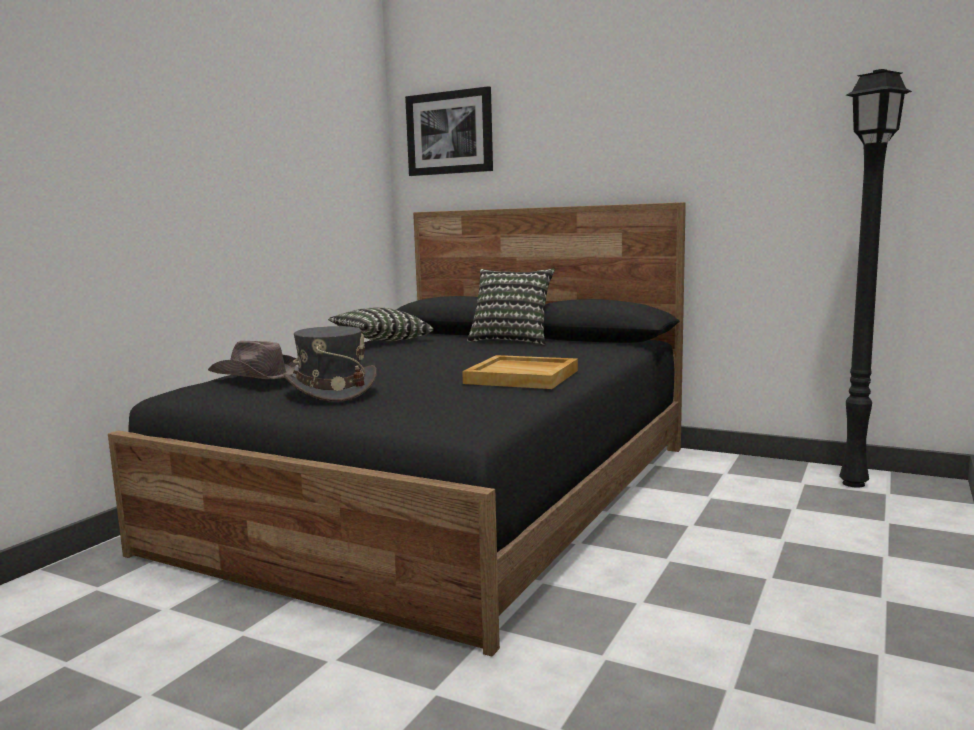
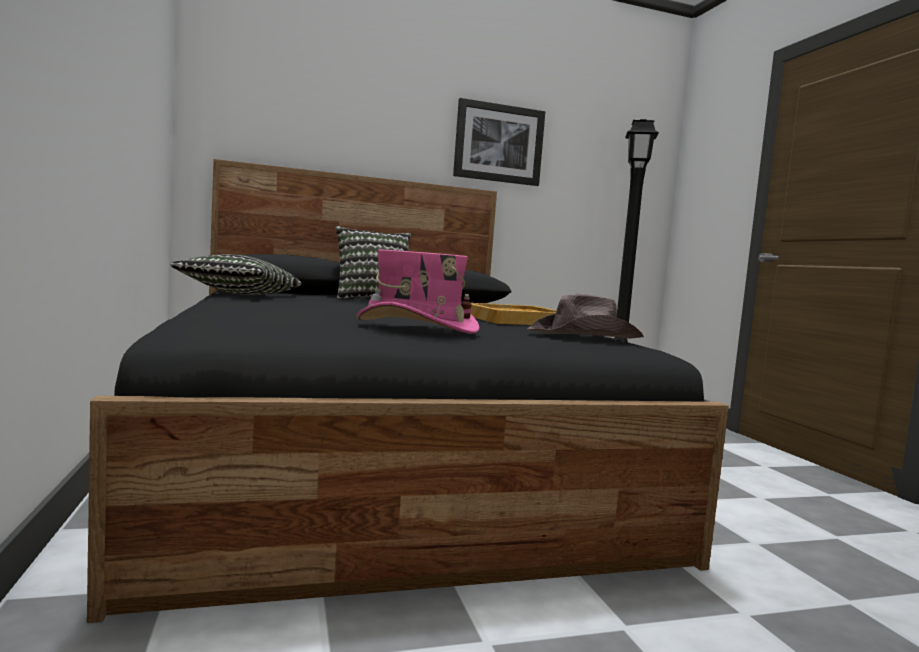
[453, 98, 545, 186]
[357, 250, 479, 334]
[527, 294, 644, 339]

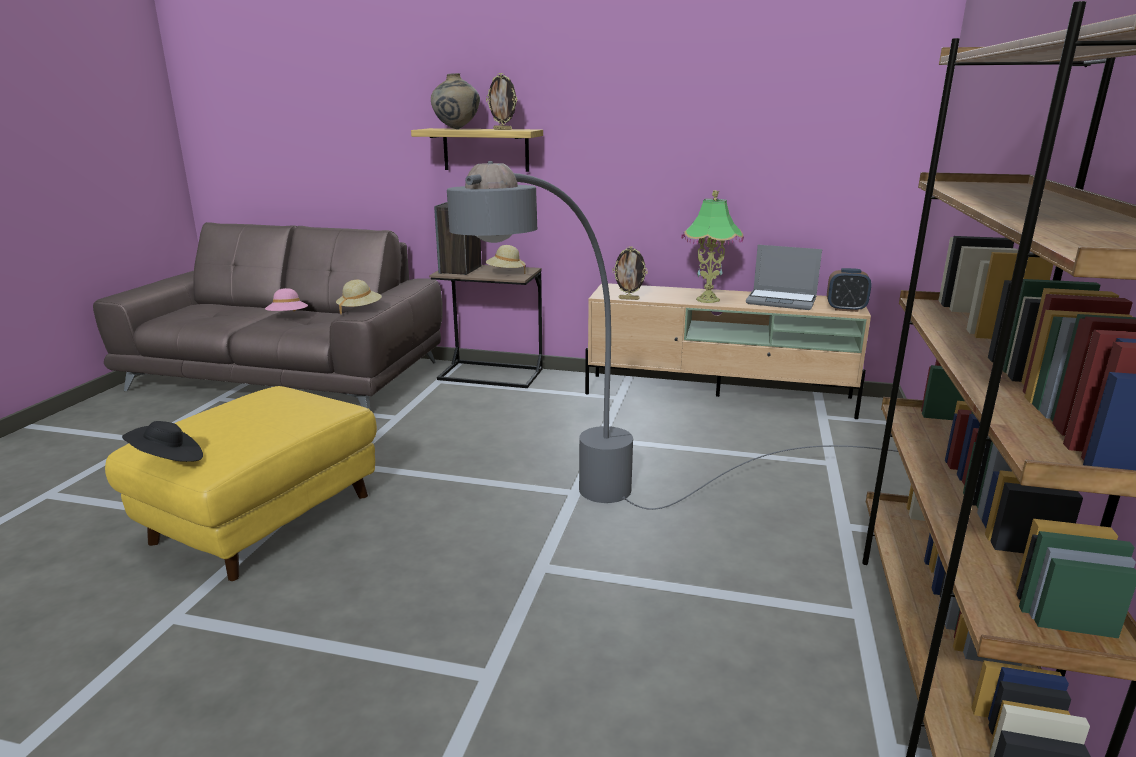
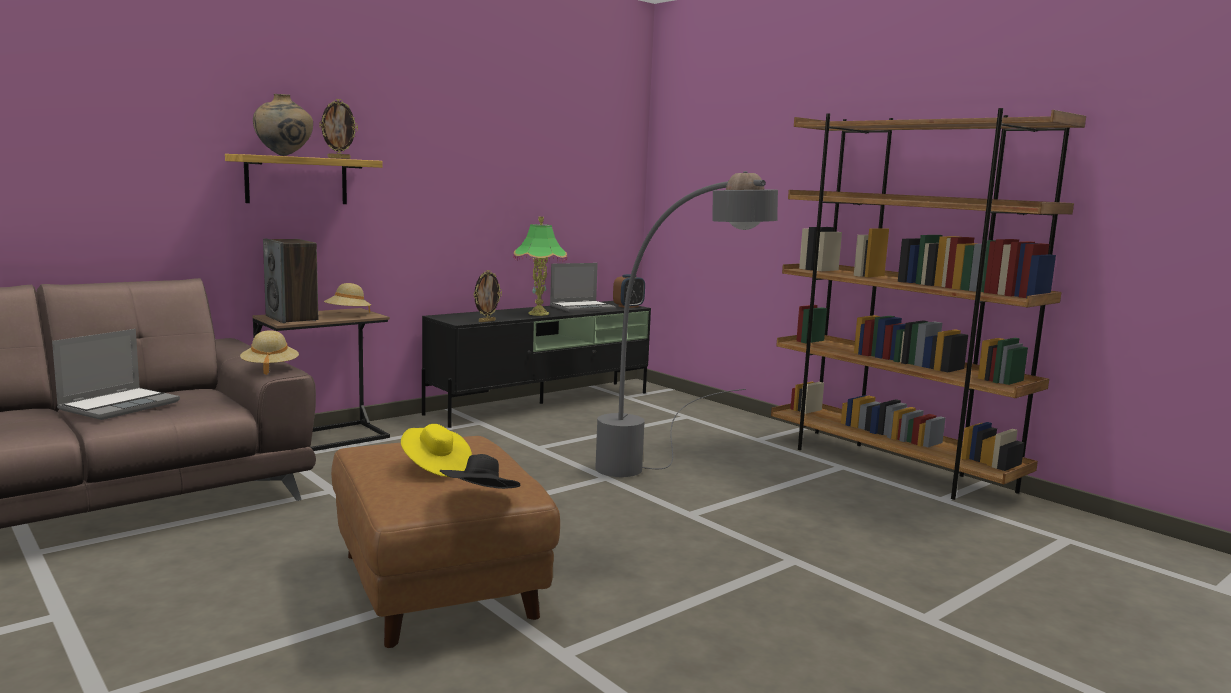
[422, 301, 651, 428]
[52, 329, 180, 420]
[331, 436, 560, 648]
[401, 424, 472, 477]

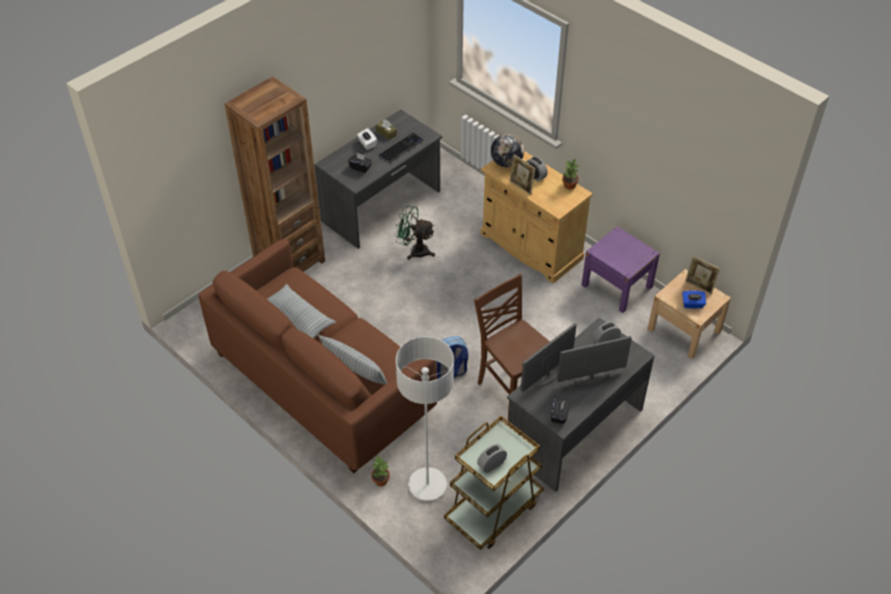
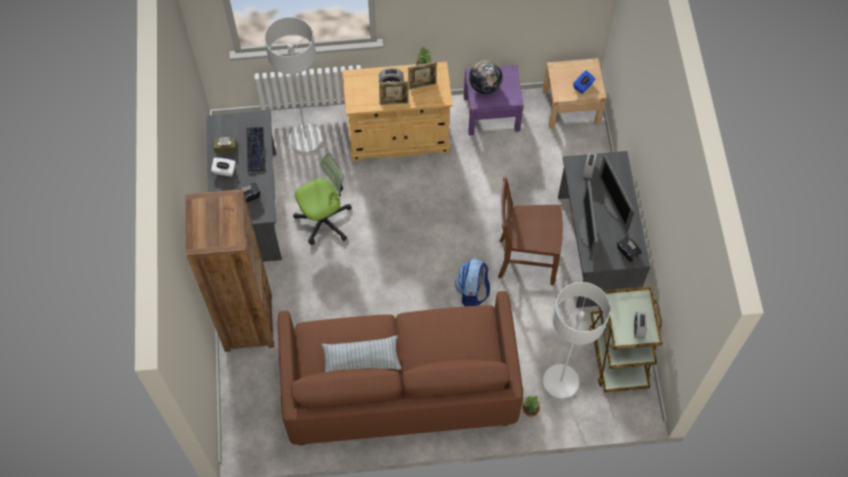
[469, 61, 503, 94]
[293, 154, 352, 245]
[408, 61, 437, 90]
[318, 335, 388, 385] (first image)
[598, 155, 635, 232]
[264, 17, 322, 152]

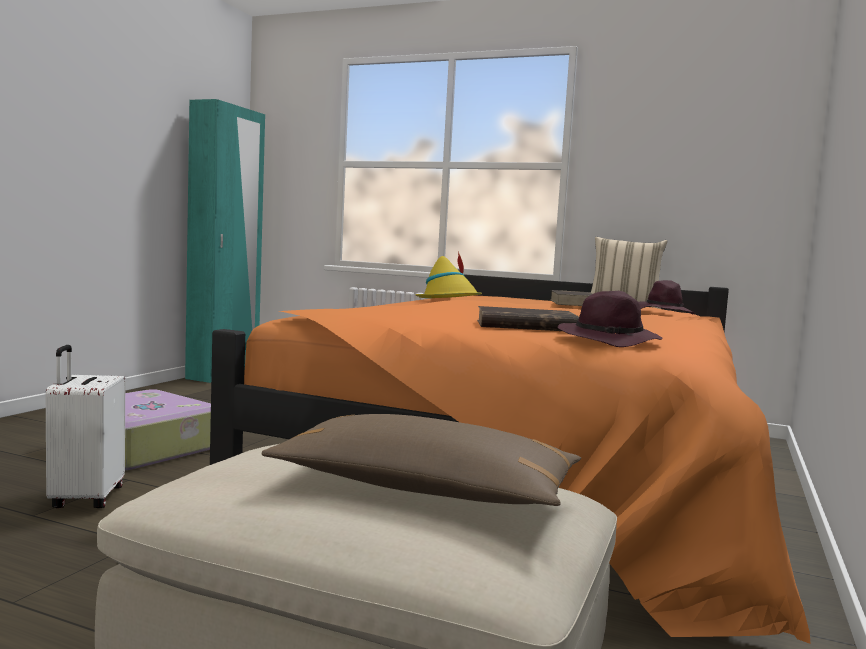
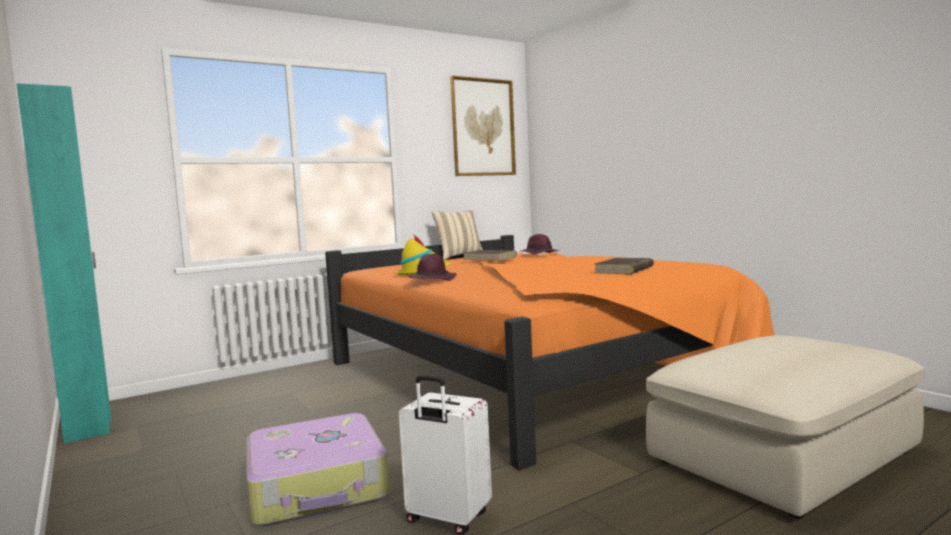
[407, 253, 457, 281]
[262, 414, 581, 506] (first image)
[450, 76, 516, 176]

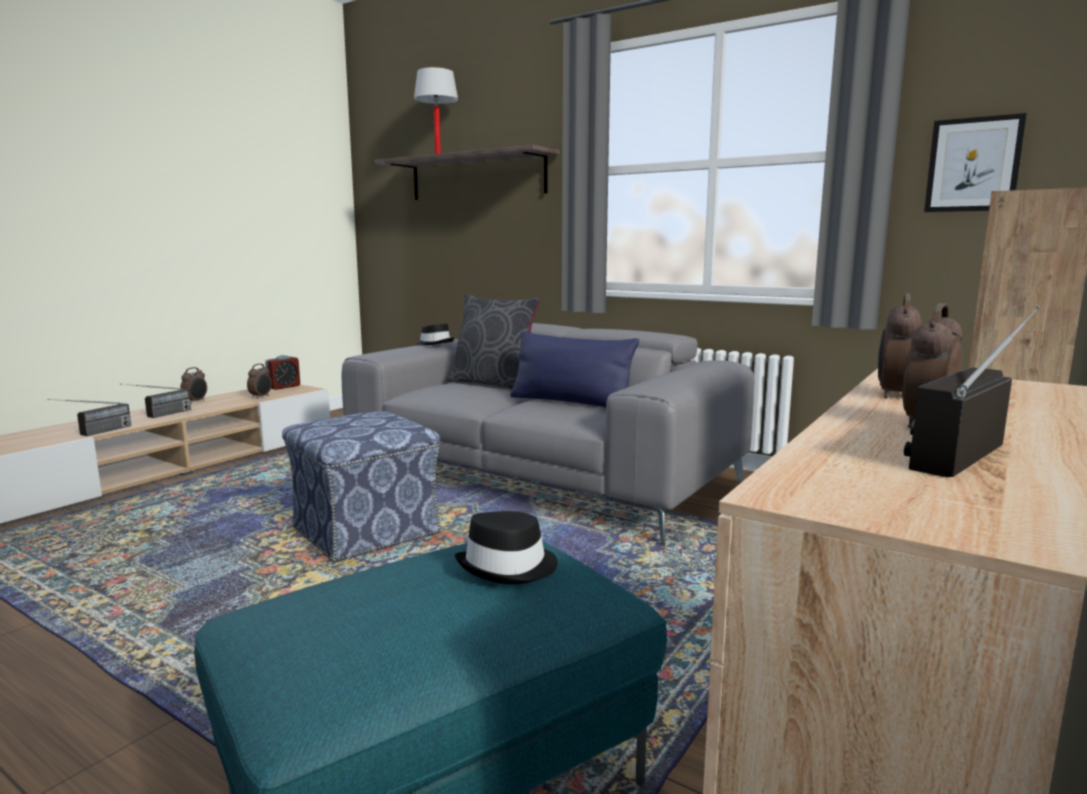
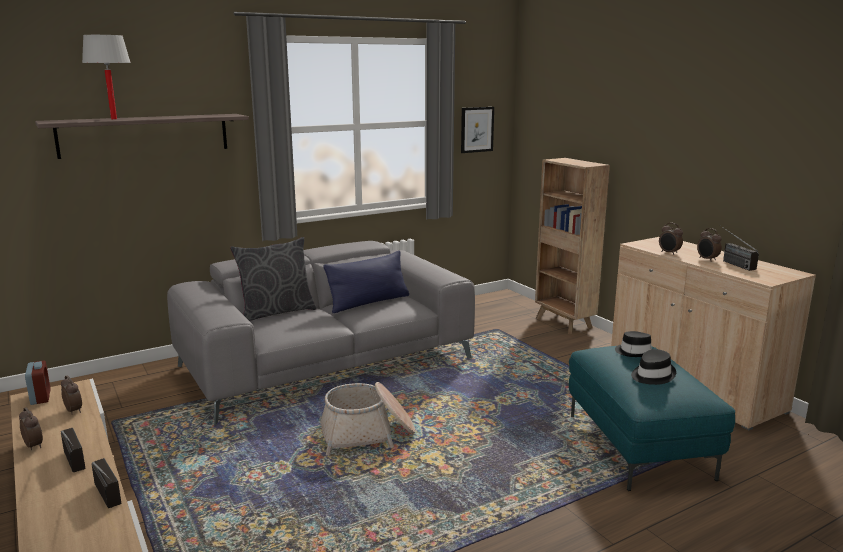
[631, 349, 676, 385]
[320, 382, 416, 456]

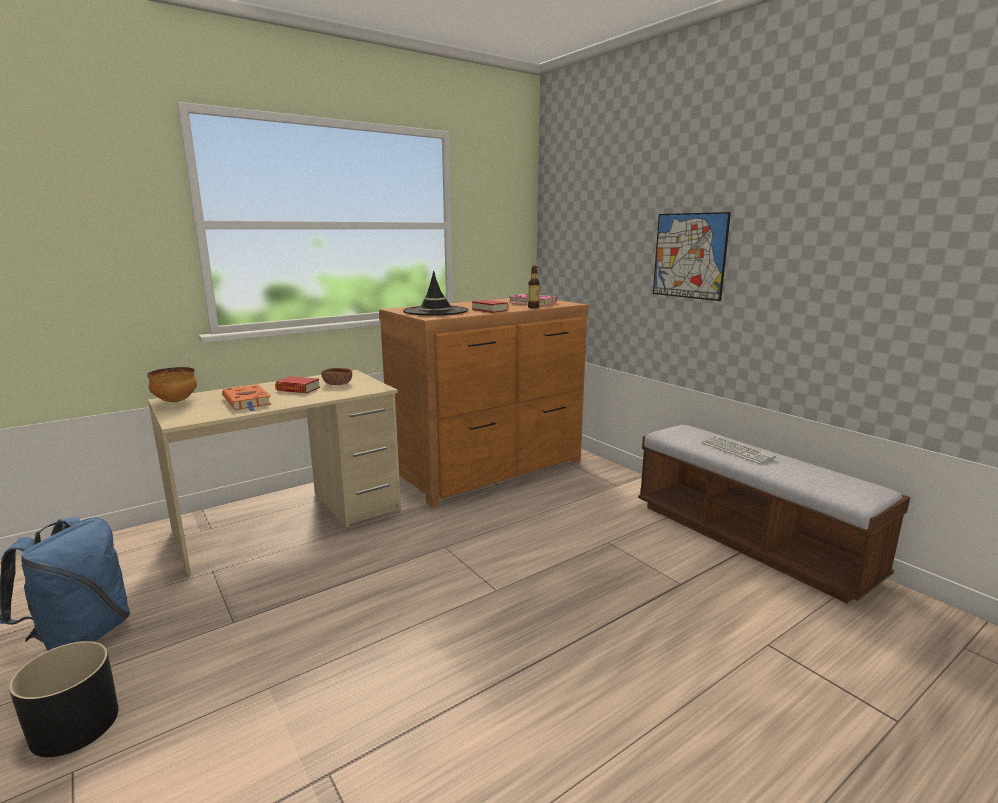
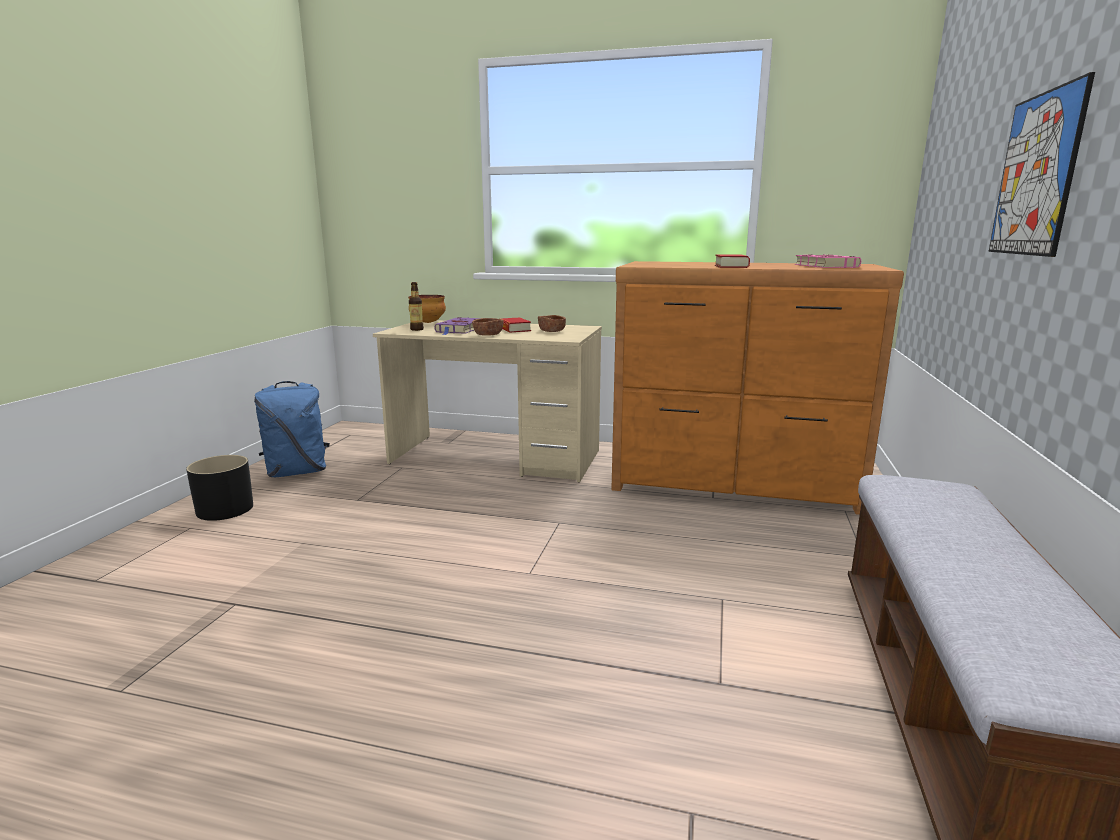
[409, 282, 424, 331]
[403, 271, 469, 316] (first image)
[434, 317, 480, 335]
[701, 435, 776, 464] (first image)
[472, 318, 504, 336]

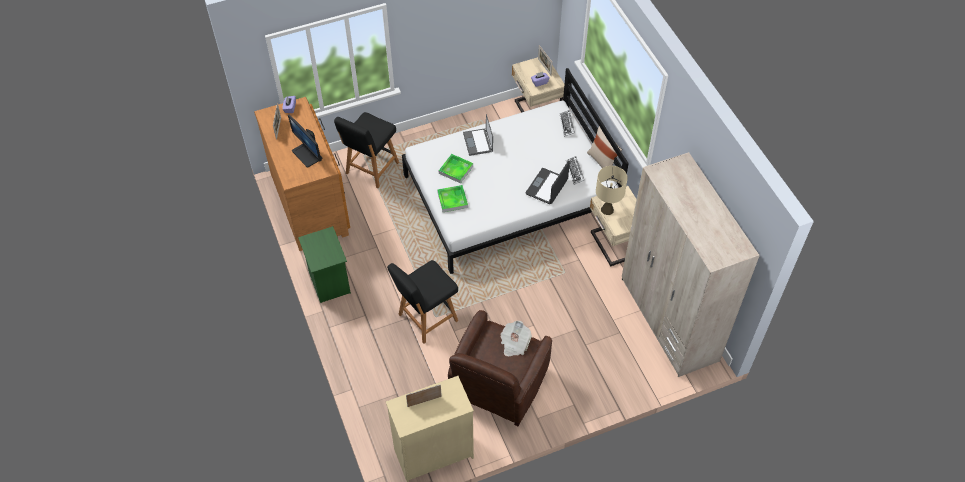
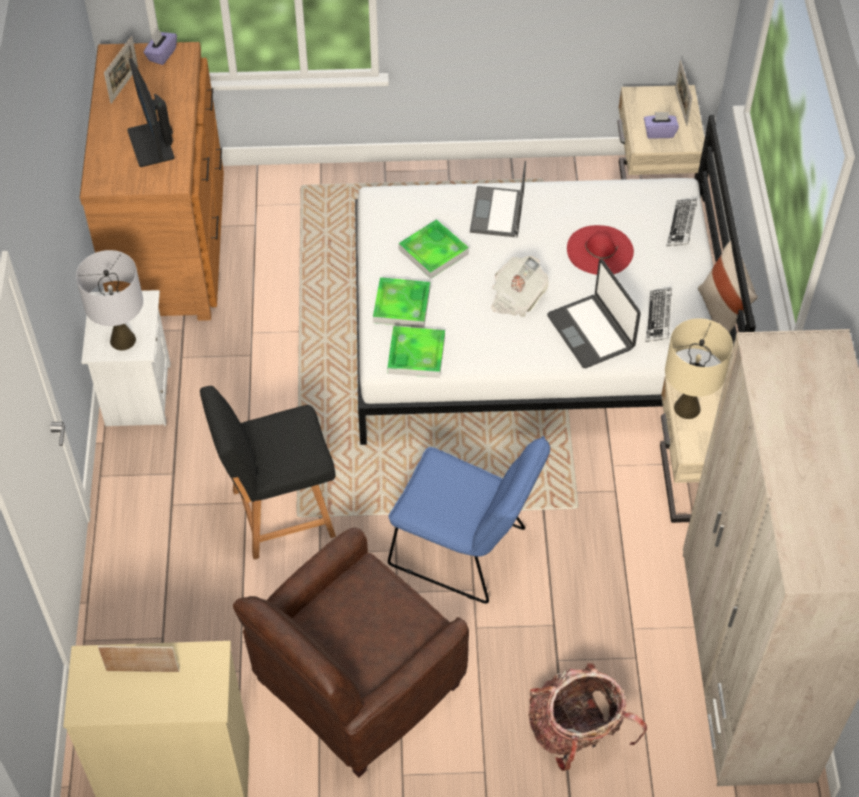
[334, 112, 399, 188] (first image)
[547, 259, 641, 368]
[81, 290, 170, 426]
[491, 256, 548, 317]
[567, 225, 634, 275]
[76, 250, 143, 350]
[387, 326, 445, 378]
[388, 436, 550, 604]
[528, 663, 647, 771]

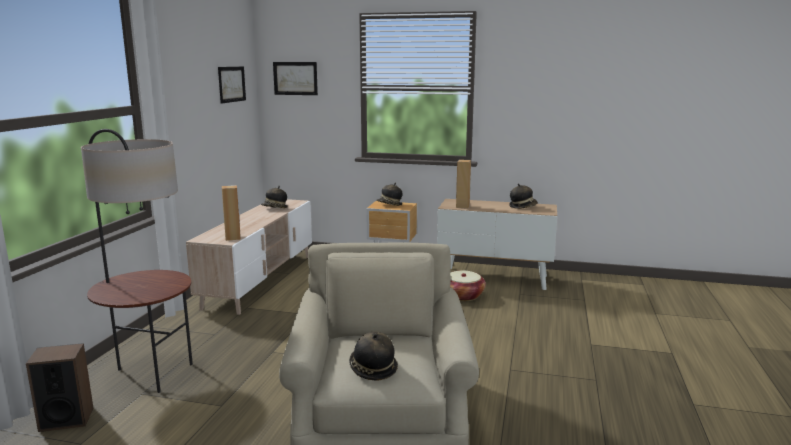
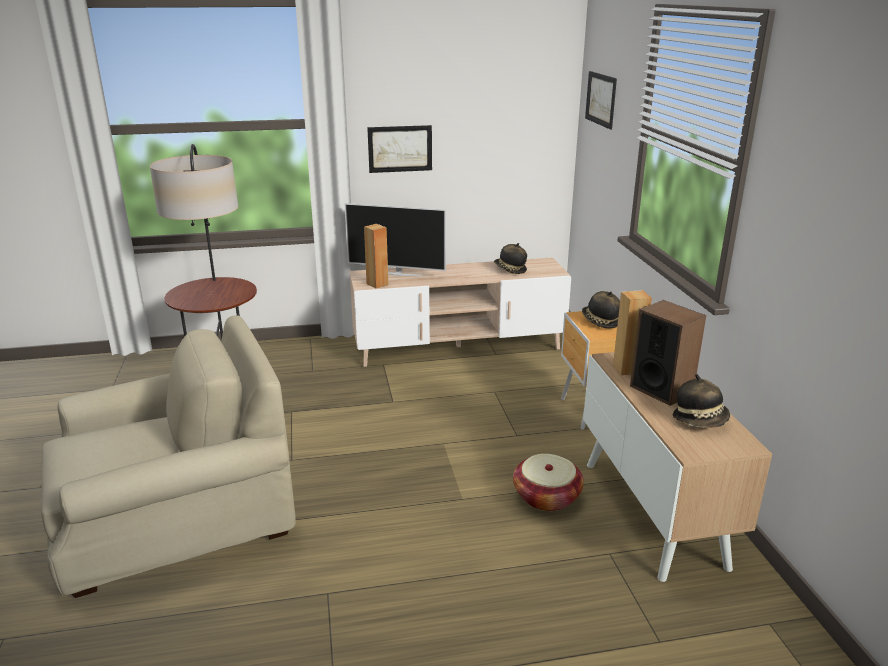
[367, 125, 432, 173]
[349, 331, 398, 381] (first image)
[630, 300, 706, 406]
[345, 203, 446, 276]

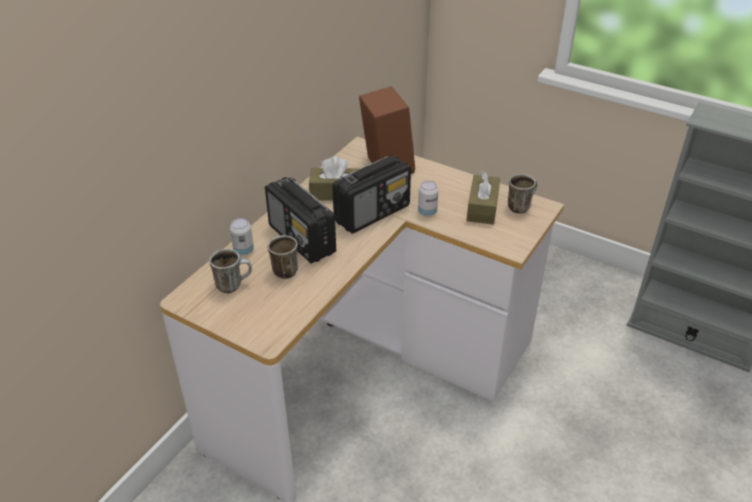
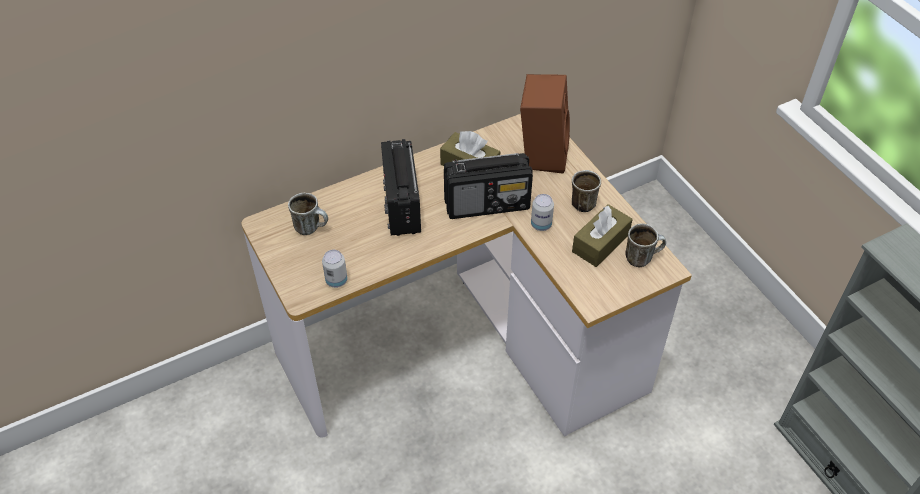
[322, 250, 347, 288]
[572, 170, 601, 213]

